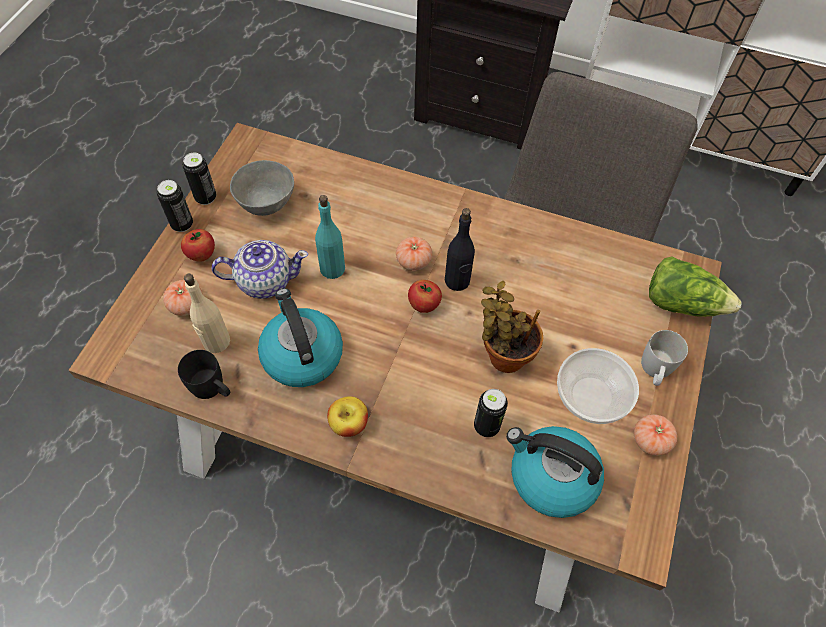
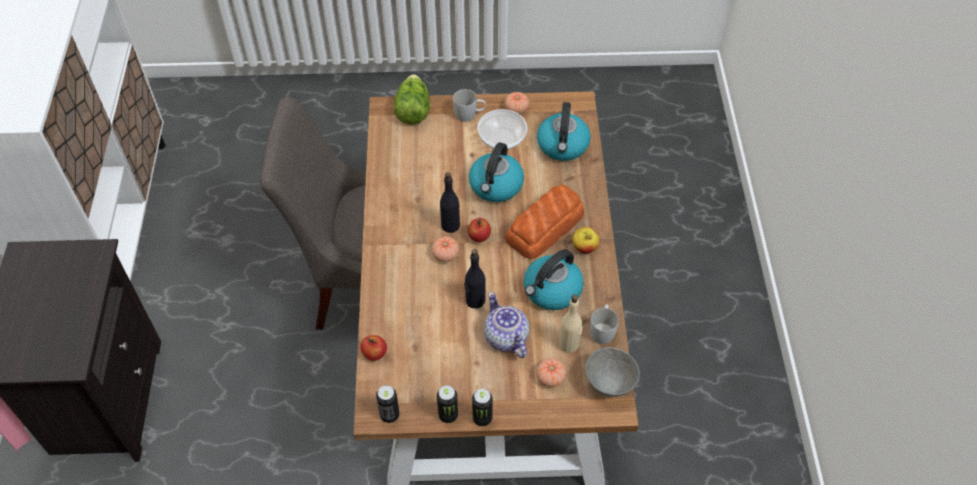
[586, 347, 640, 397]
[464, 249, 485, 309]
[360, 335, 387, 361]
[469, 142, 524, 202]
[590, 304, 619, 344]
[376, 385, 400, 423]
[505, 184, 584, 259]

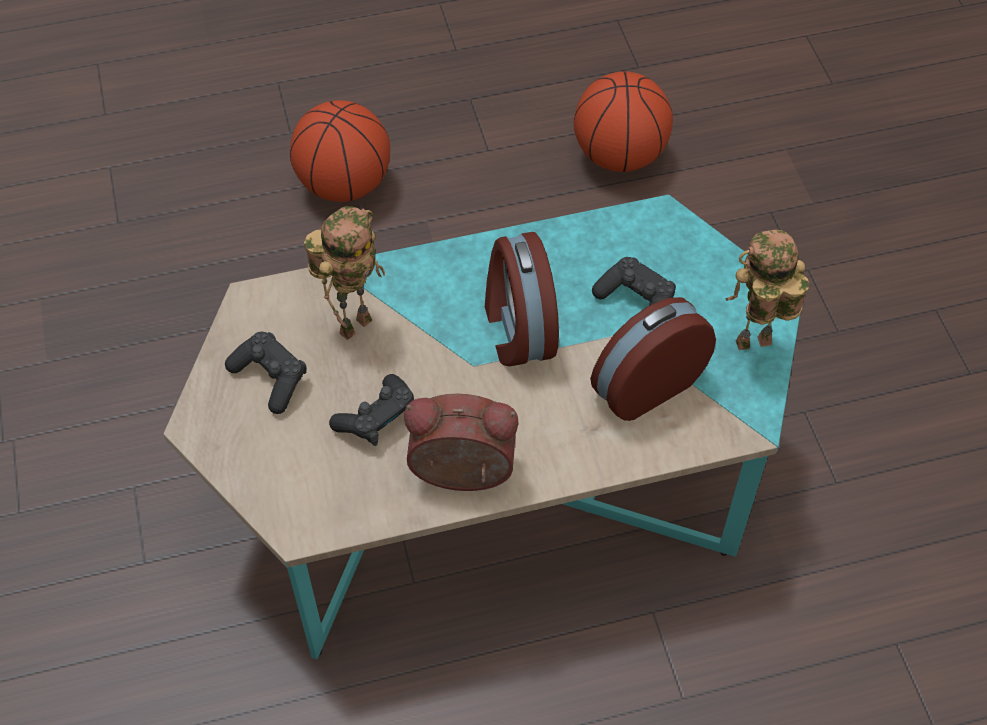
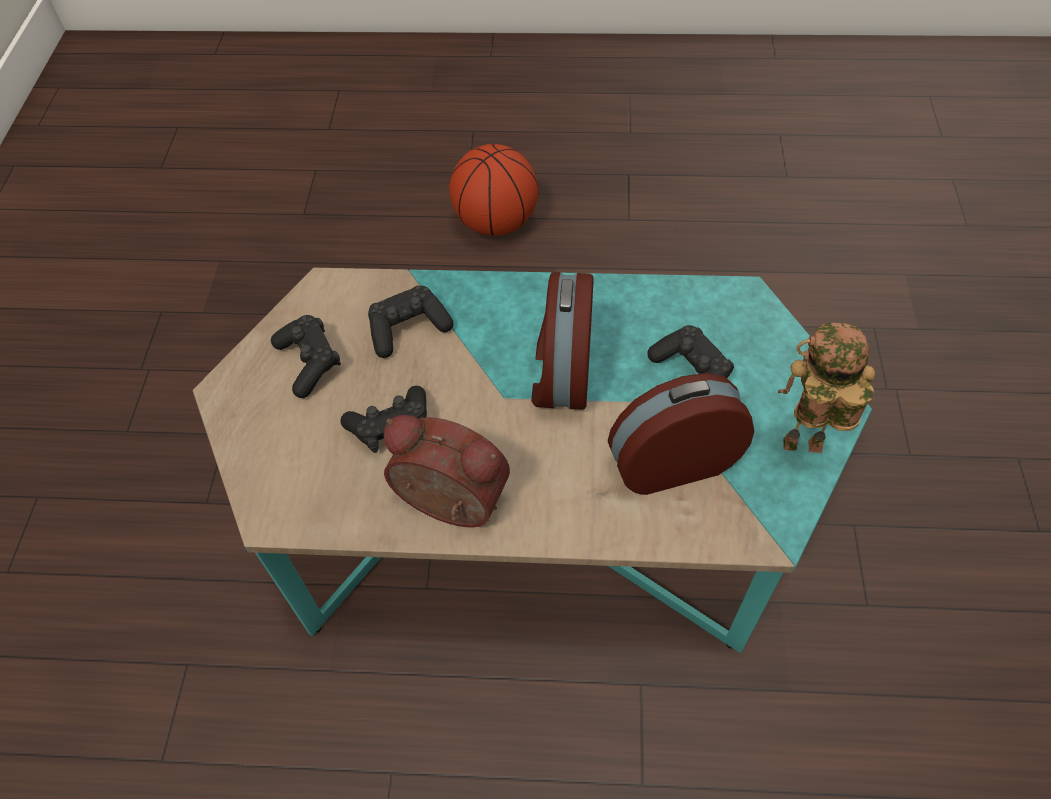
[574, 71, 673, 172] (first image)
[368, 286, 454, 358]

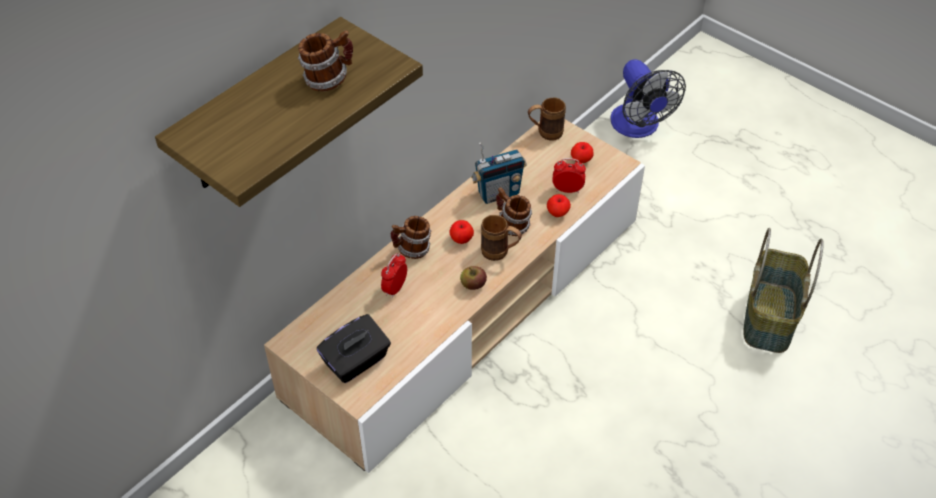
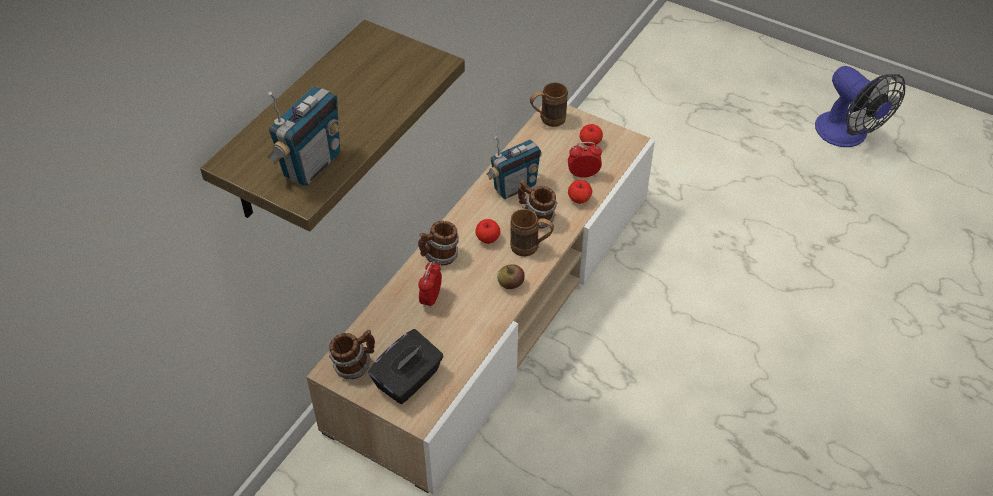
[329, 330, 375, 379]
[815, 66, 905, 147]
[743, 228, 824, 353] (first image)
[267, 86, 340, 186]

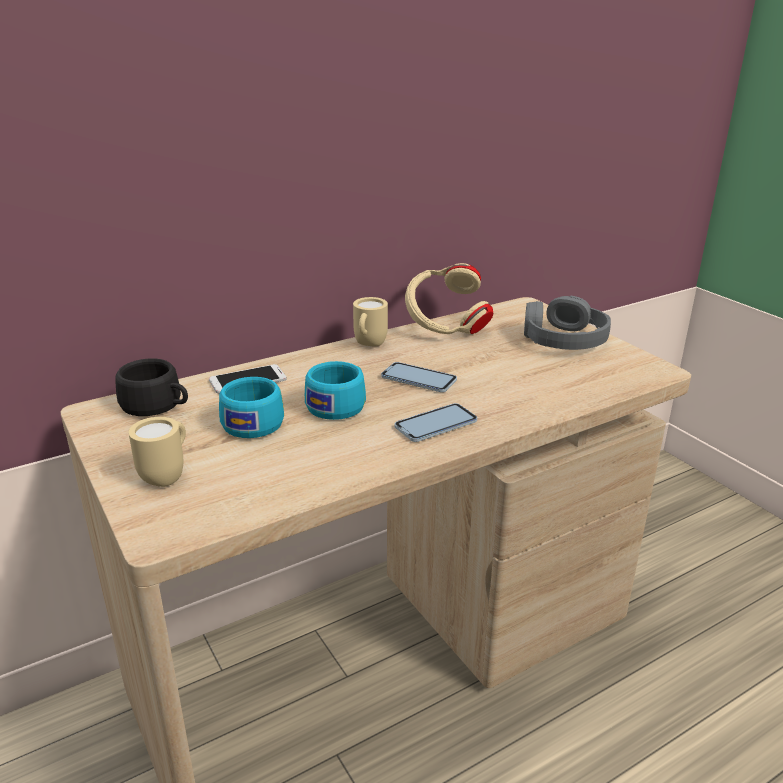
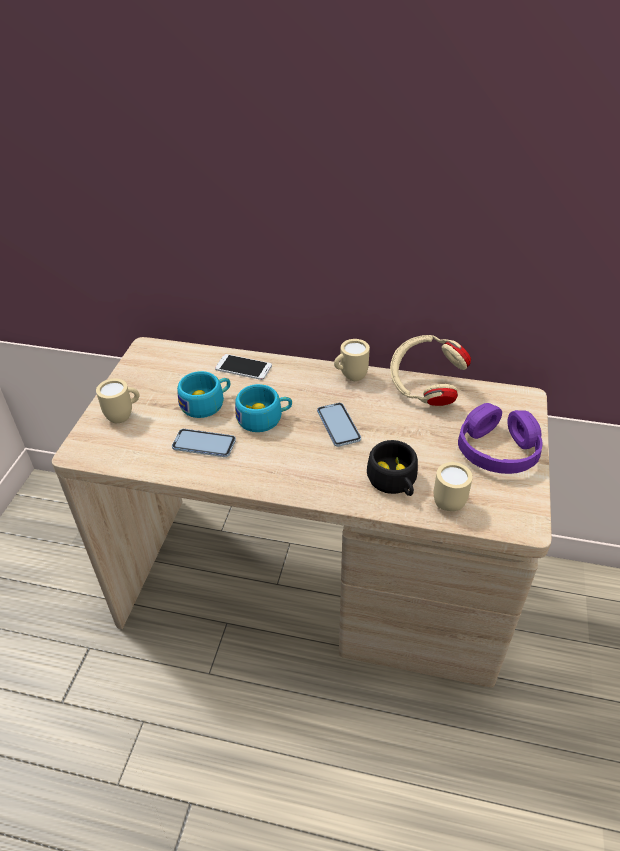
[458, 403, 543, 474]
[367, 440, 418, 496]
[172, 429, 236, 457]
[434, 462, 473, 511]

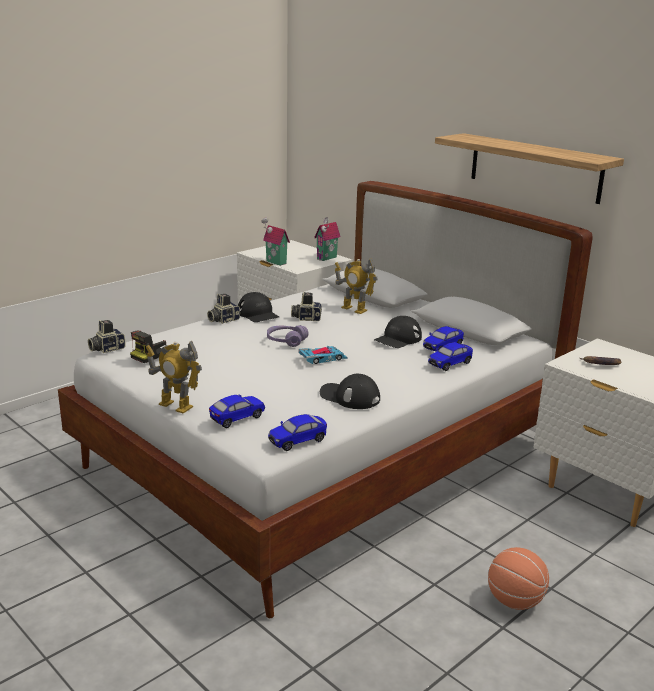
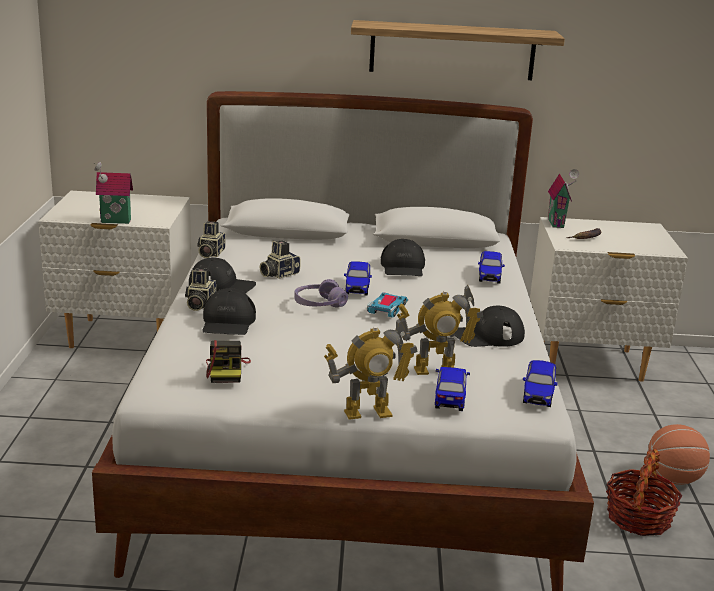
[548, 169, 579, 228]
[397, 284, 483, 375]
[197, 221, 225, 258]
[344, 261, 372, 296]
[202, 288, 256, 335]
[606, 449, 682, 536]

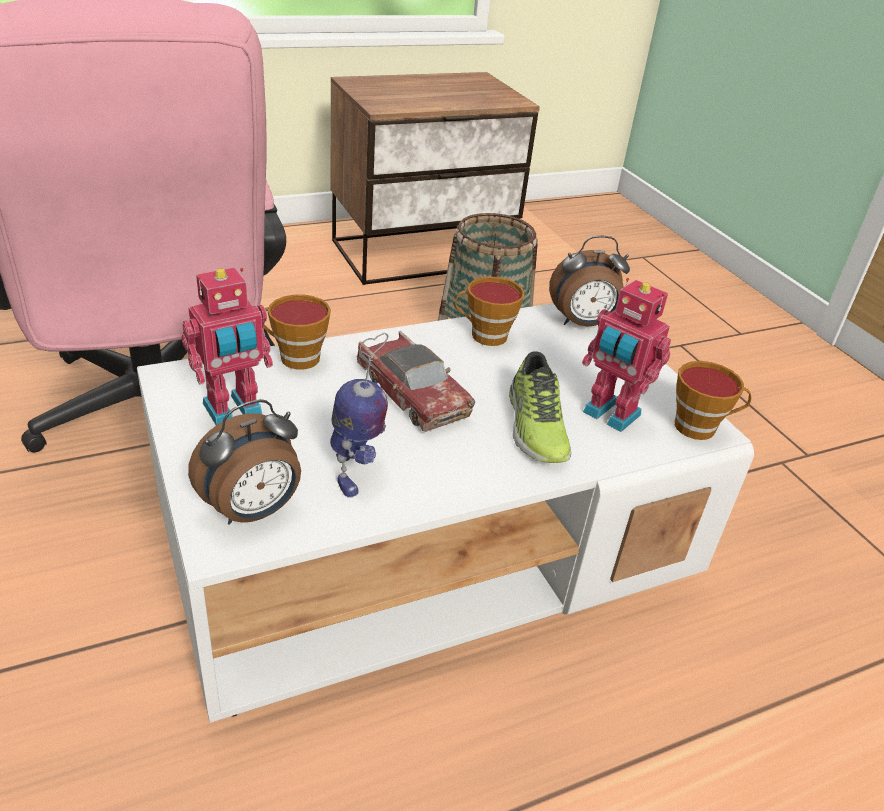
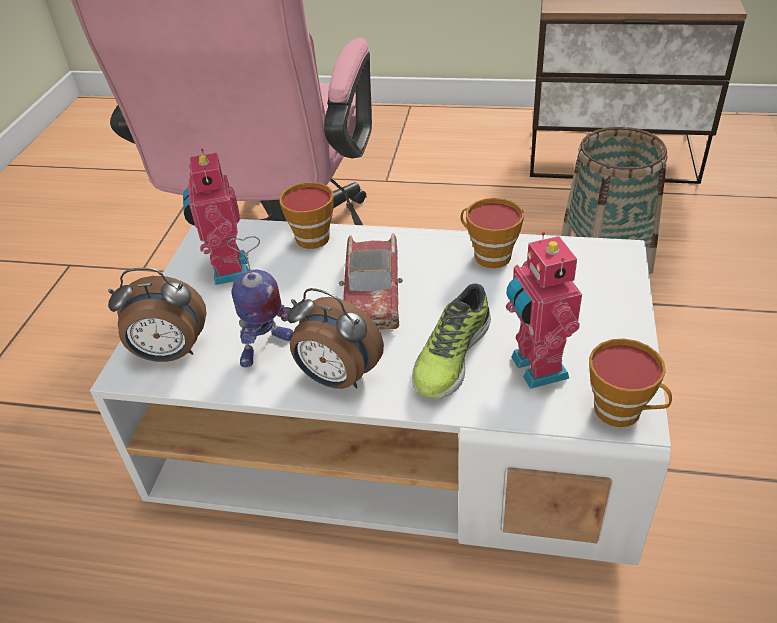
[287, 288, 384, 389]
[183, 149, 249, 285]

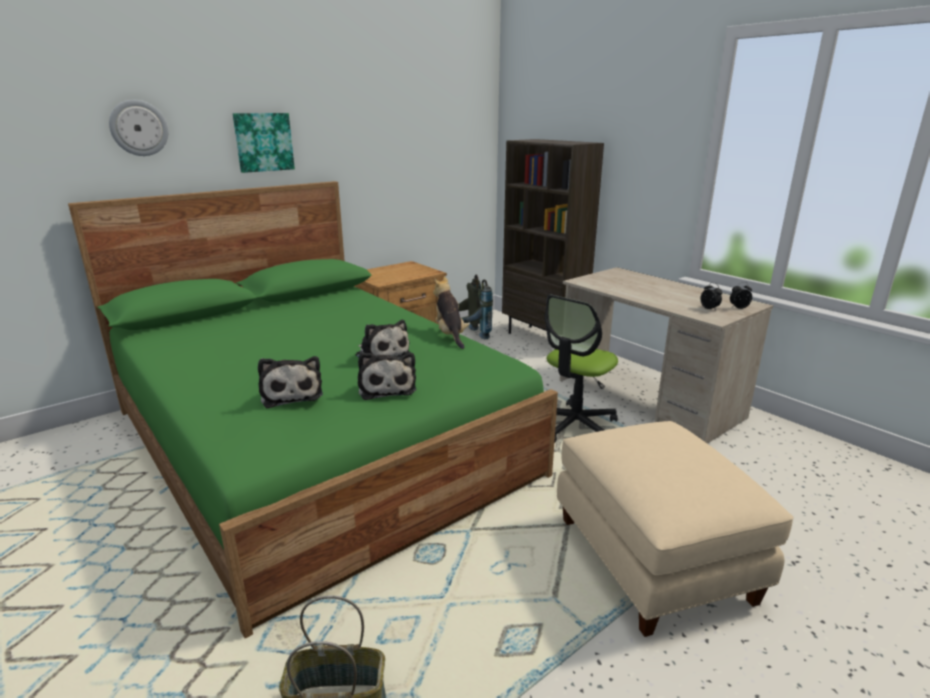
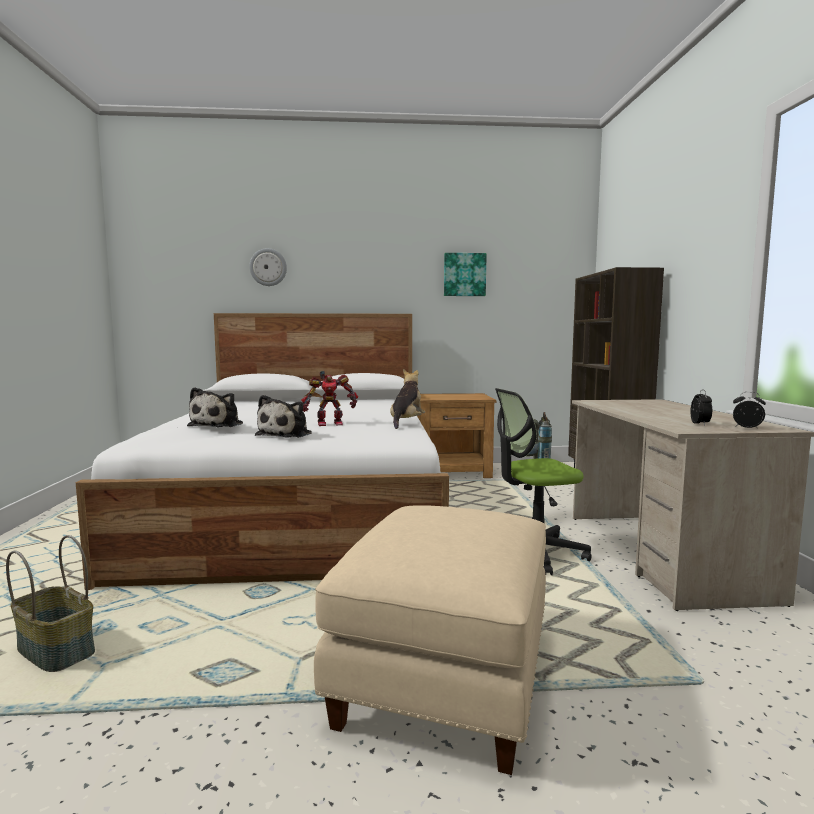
[444, 253, 487, 296]
[76, 313, 449, 590]
[302, 371, 358, 426]

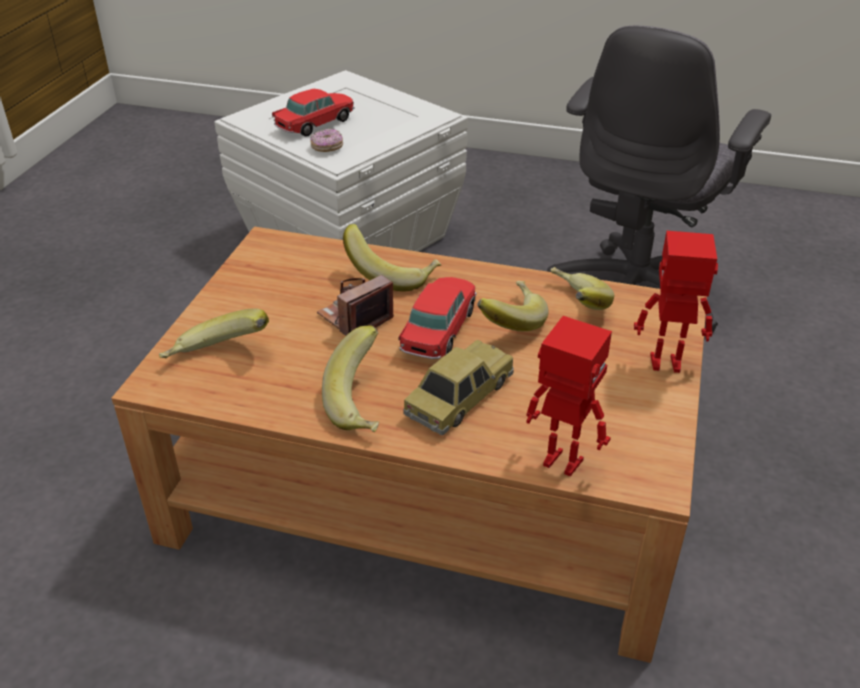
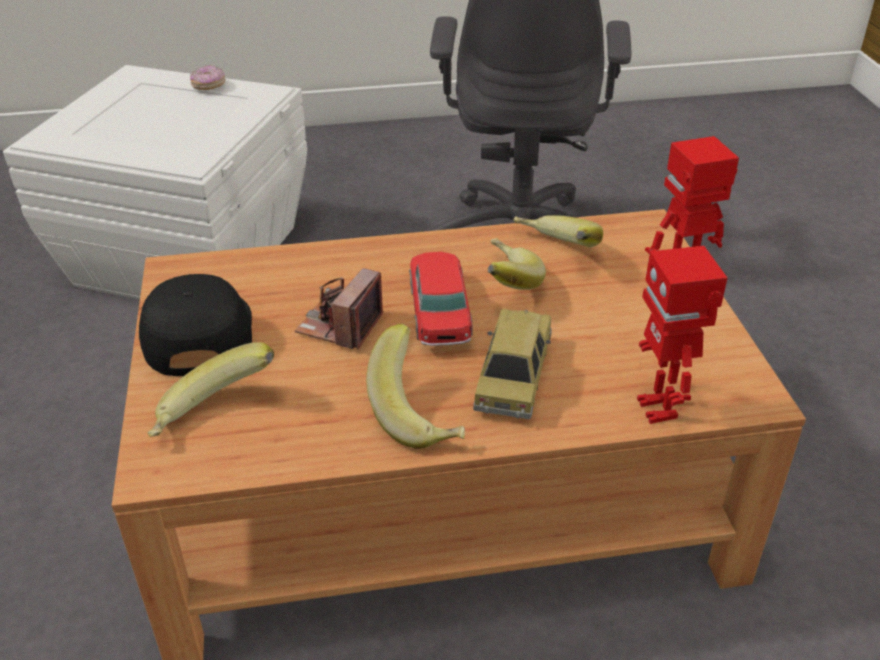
[272, 89, 354, 137] (first image)
[190, 65, 226, 90]
[343, 224, 441, 291] (first image)
[637, 246, 727, 424]
[139, 274, 252, 376]

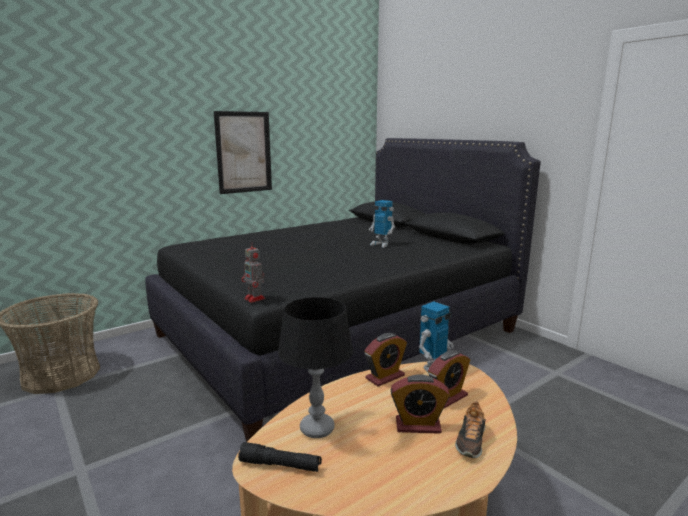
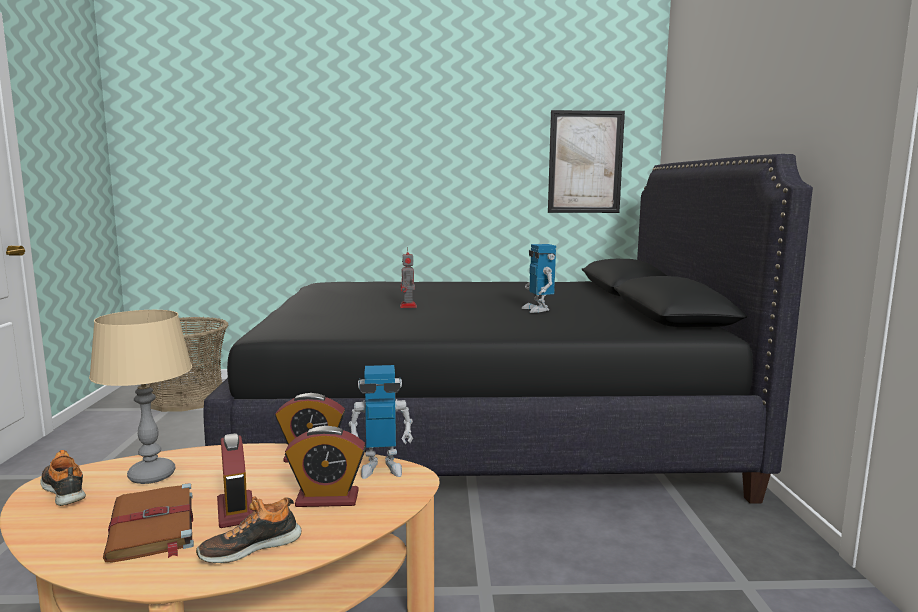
[548, 110, 625, 213]
[400, 252, 417, 308]
[89, 310, 192, 484]
[217, 433, 254, 528]
[40, 450, 86, 506]
[103, 483, 194, 562]

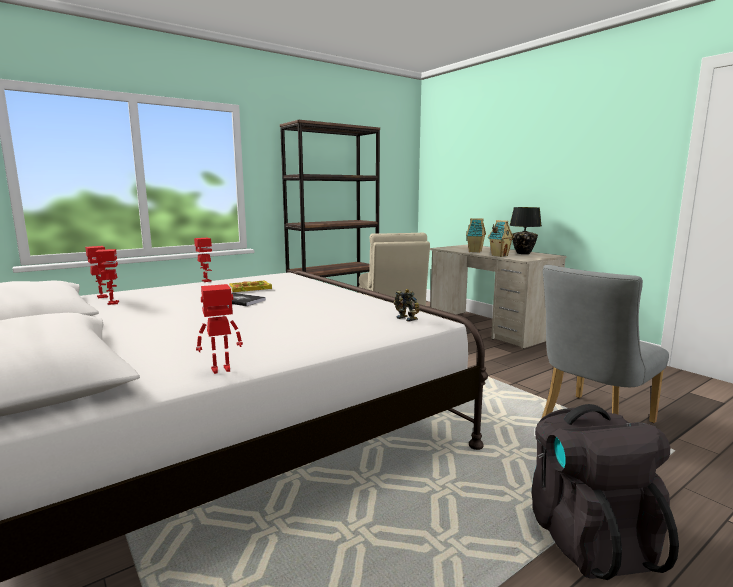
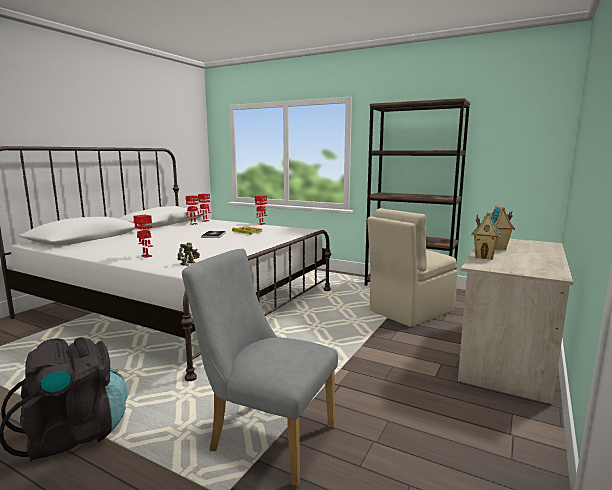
[510, 207, 541, 254] (first image)
[133, 215, 153, 258]

